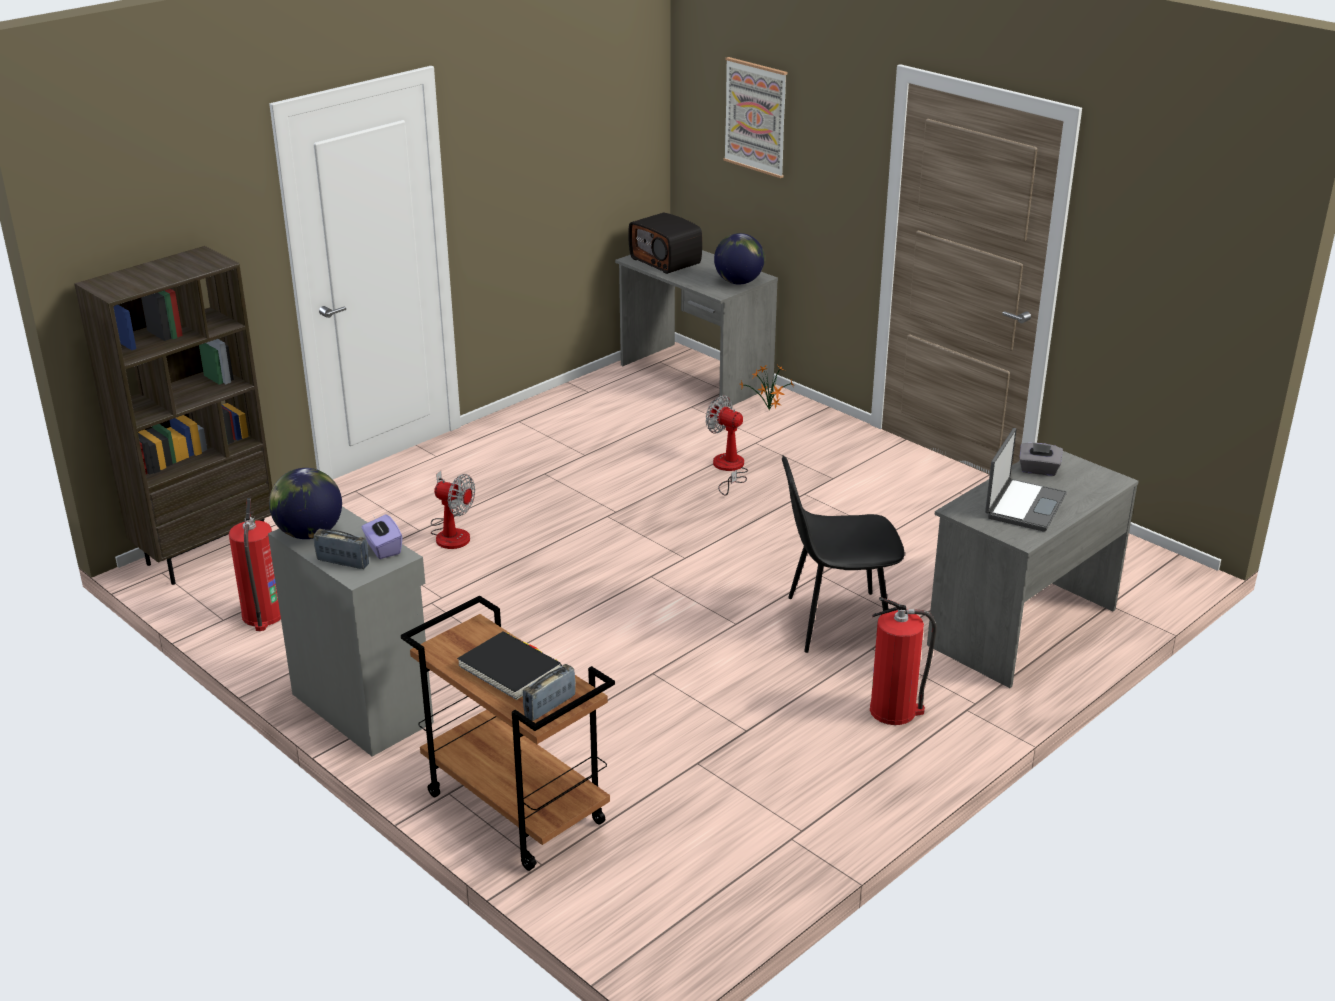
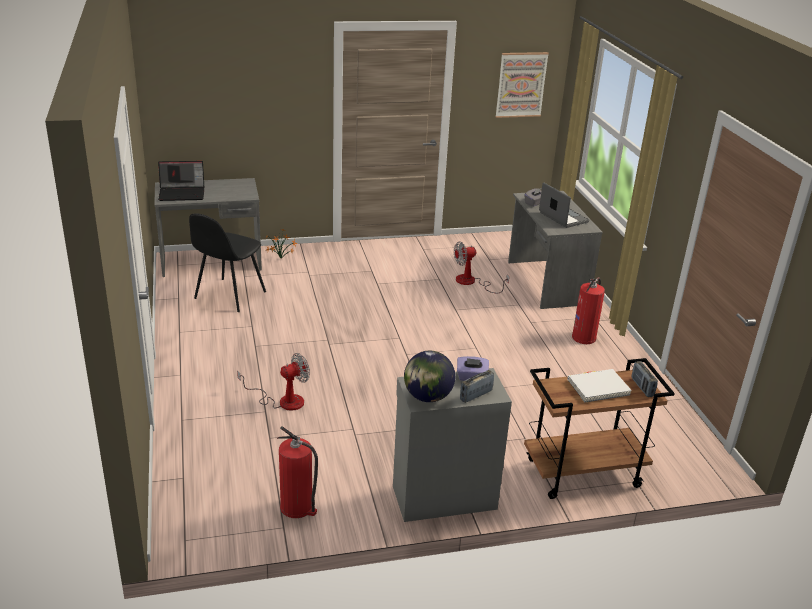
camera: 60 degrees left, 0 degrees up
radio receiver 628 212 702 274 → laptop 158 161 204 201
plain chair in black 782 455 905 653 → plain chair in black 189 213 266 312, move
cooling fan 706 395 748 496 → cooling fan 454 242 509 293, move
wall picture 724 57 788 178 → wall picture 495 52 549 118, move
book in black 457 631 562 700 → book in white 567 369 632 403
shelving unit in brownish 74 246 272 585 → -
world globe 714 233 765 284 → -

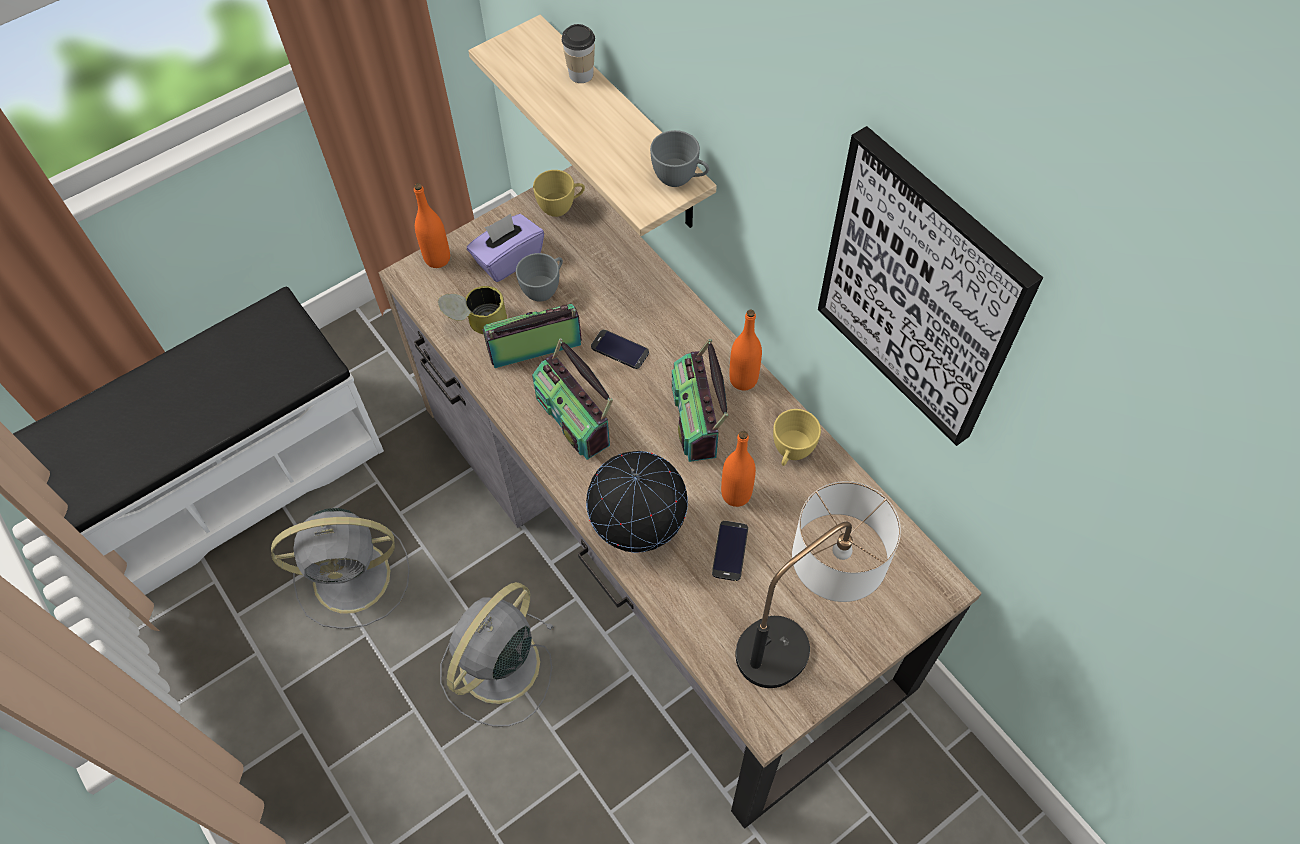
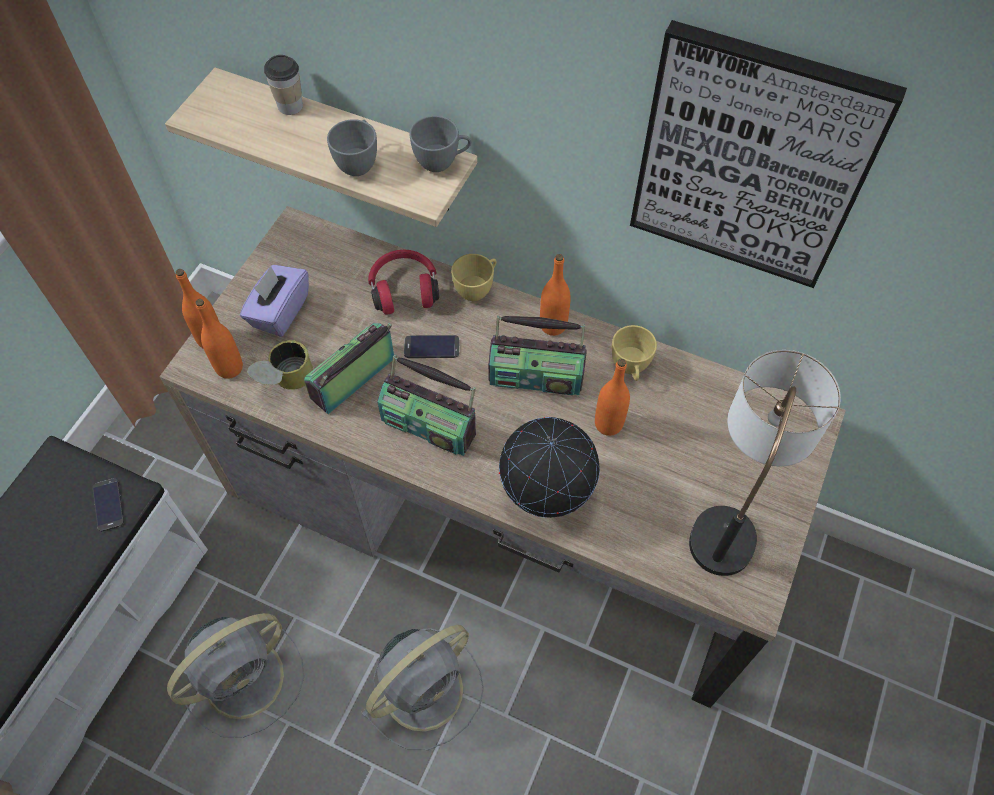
camera: 30 degrees left, 0 degrees up
telephone 712 521 748 581 → telephone 92 478 124 531, move
- → beverage bottle in orange-coloured 196 299 243 379
cup in grey 516 253 563 302 → cup in grey 327 119 377 176, move
cooling fan in grey 440 582 555 727 → cooling fan in grey 361 625 484 750, 135 degrees counterclockwise
- → pair of headphones in red 368 250 439 315
cup in yellow-coloured 533 170 585 217 → cup in yellow-coloured 451 254 496 301, move
radio receiver 672 339 728 462 → radio receiver 488 315 587 395, 45 degrees counterclockwise

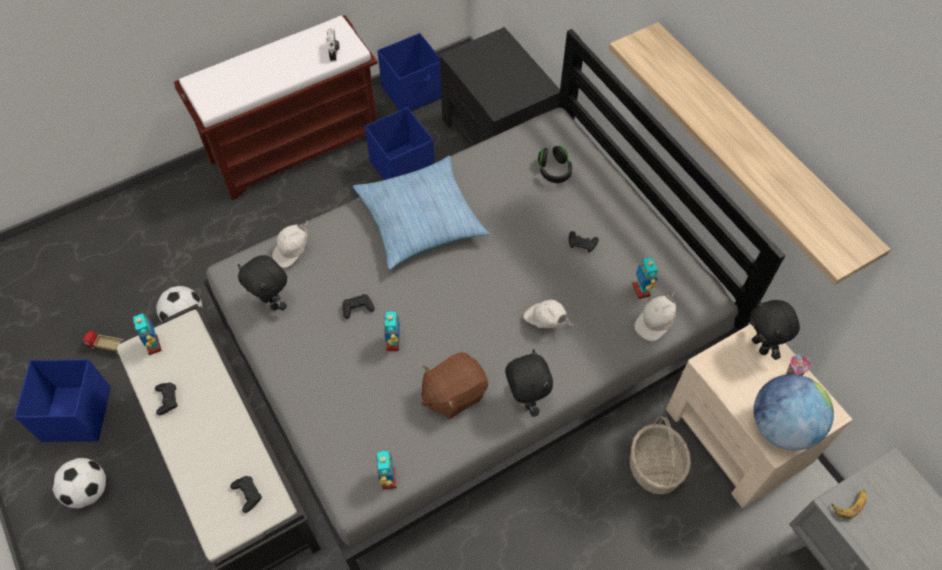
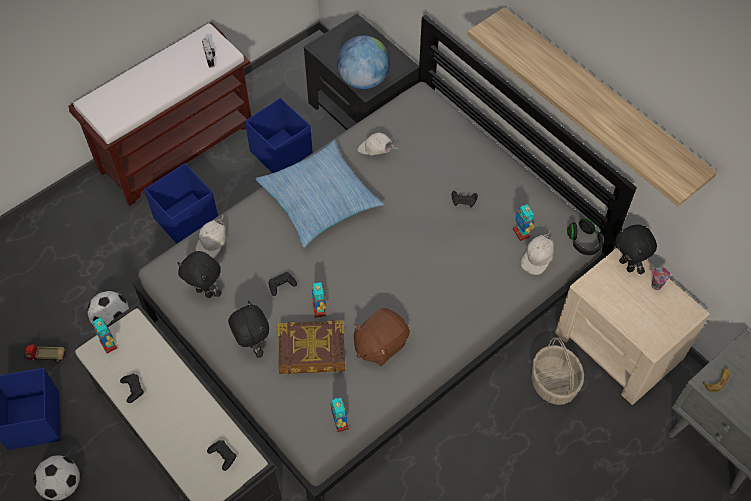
camera: 10 degrees left, 0 degrees up
storage bin in bluish 377 33 441 111 → storage bin in bluish 144 163 218 244, move
cuddly toy in black 505 349 553 417 → cuddly toy in black 228 301 269 358, move
- → book 278 320 345 374
world globe 753 374 834 450 → world globe 337 35 390 89, move
peaked cap in white 523 300 574 328 → peaked cap in white 358 133 398 155, move
pair of headphones in black 538 146 572 183 → pair of headphones in black 567 218 603 255, move

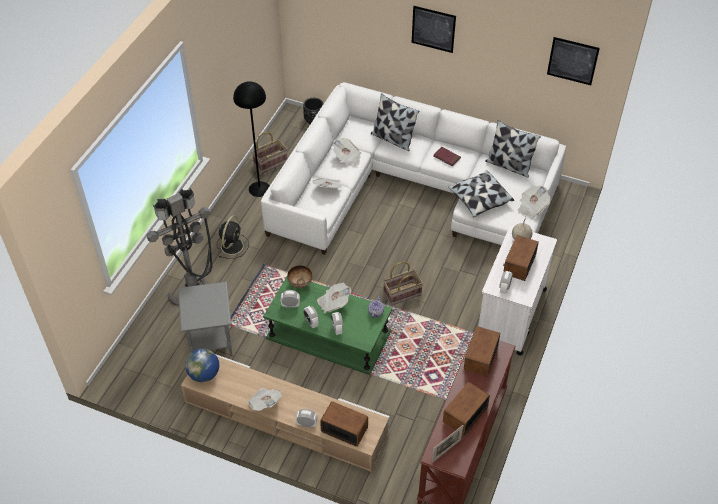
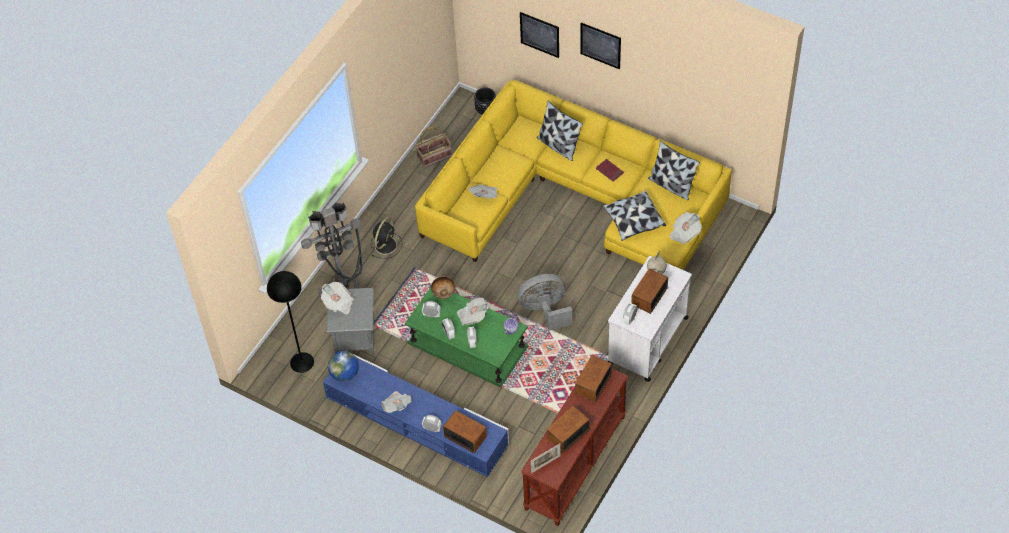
camera: 10 degrees right, 5 degrees up
standing lamp in black 233 81 270 197 → standing lamp in black 267 271 314 373, move
daily paper 333 138 361 166 → daily paper 321 282 354 314, move
media console in sand-coloured 181 354 390 472 → media console in bluish 323 355 509 477
settee in white 261 82 566 255 → settee in yellow-coloured 415 80 732 270
basket 383 262 423 306 → cooling fan in grey 517 274 572 330
wall picture 547 37 600 85 → wall picture 520 12 559 58, move

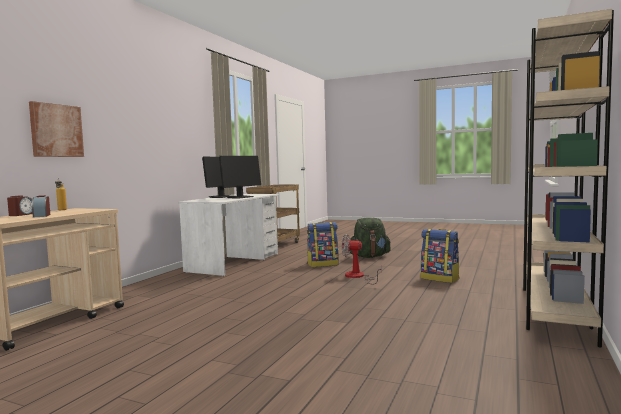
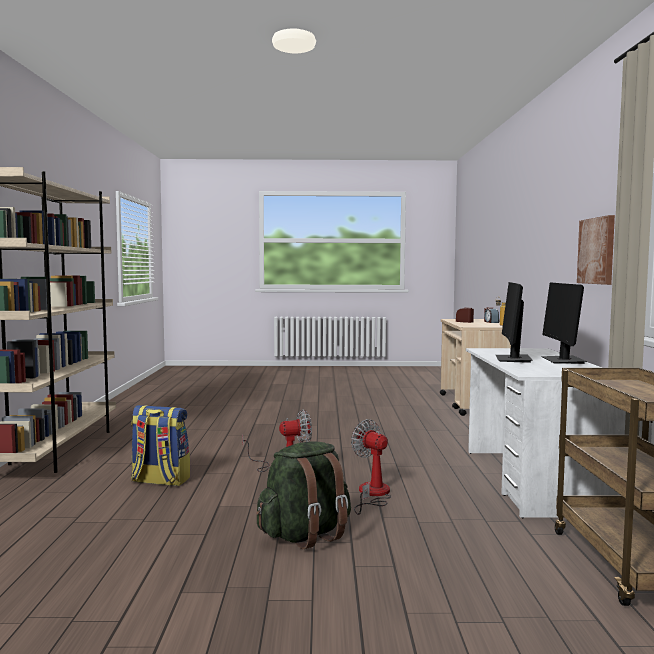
camera: 155 degrees right, 0 degrees up
backpack 307 222 339 267 → cooling fan 351 419 391 515
wall picture 29 101 84 157 → wall picture 577 215 615 285, move

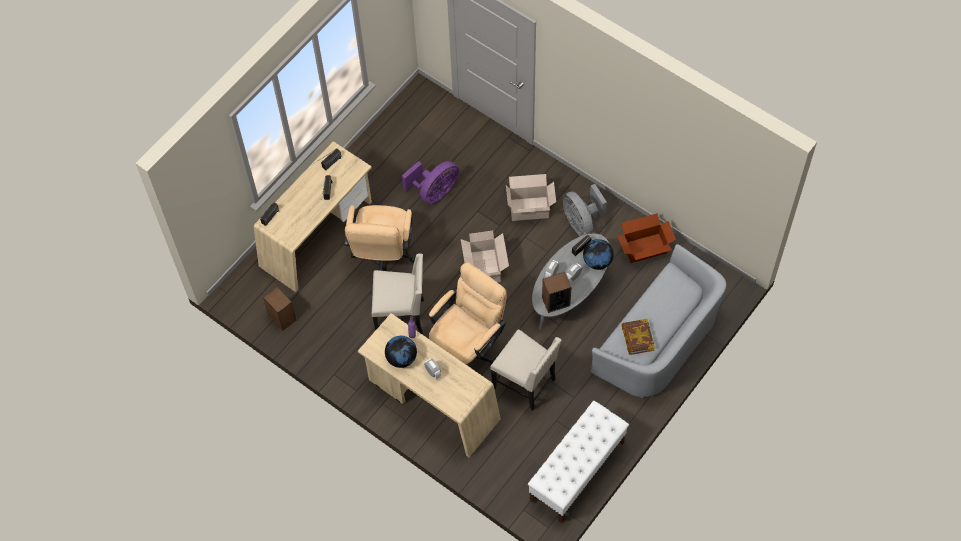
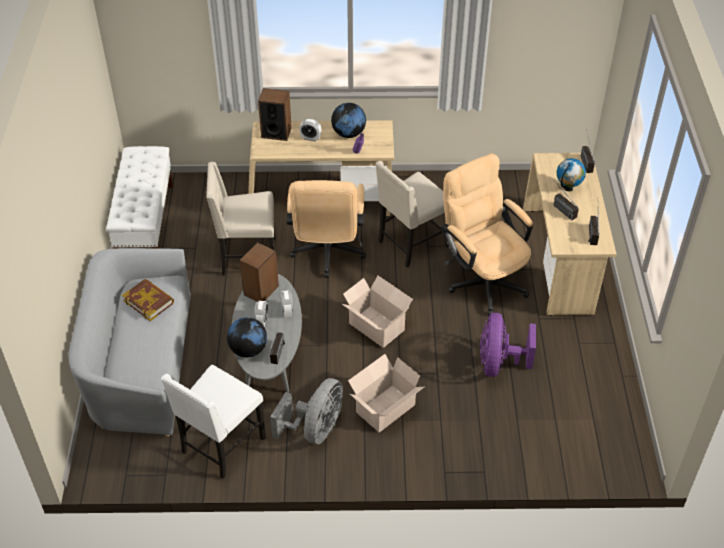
camera: 140 degrees right, 15 degrees down
packing box 617 213 676 263 → plain chair in white 161 365 265 479
speaker 263 287 296 331 → speaker 258 88 292 141, move
cooling fan in grey 563 184 607 236 → cooling fan in grey 270 378 343 444, 90 degrees clockwise
- → world globe 557 158 586 192

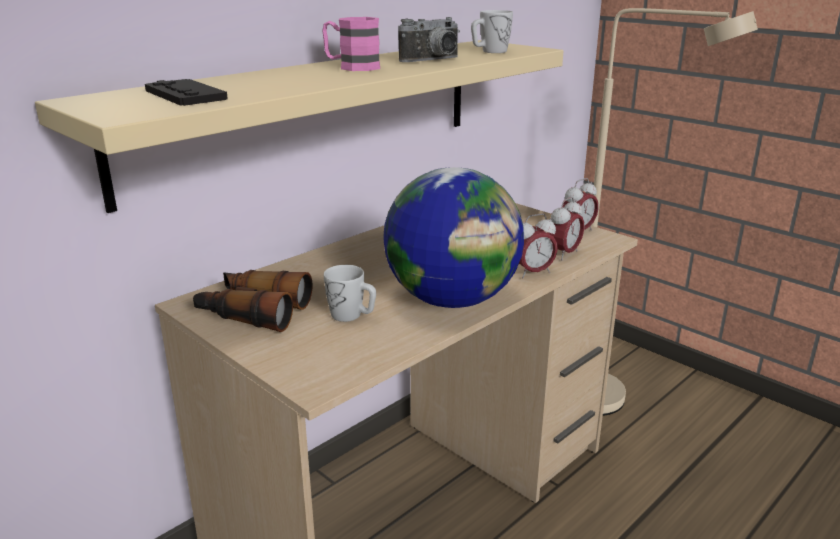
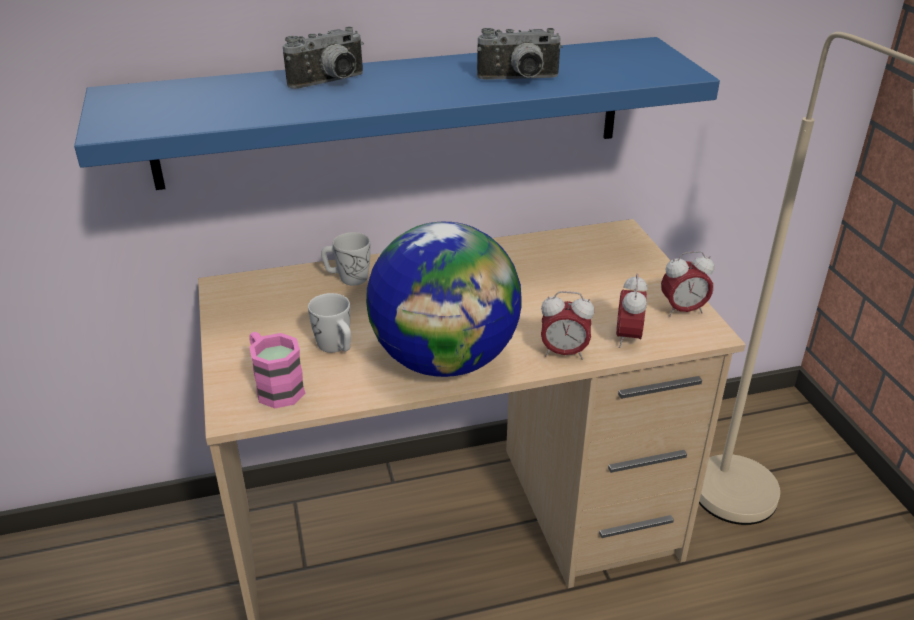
camera: 30 degrees right, 10 degrees up
bracket shelf in sand-coloured 35 40 564 213 → bracket shelf in bluish 74 37 720 190
tea mug in pink 322 17 380 71 → tea mug in pink 249 332 305 409, move
- → still camera 283 26 364 89
tea mug in white 471 10 513 53 → tea mug in white 321 232 370 286, move
bedside clock 547 197 584 260 → bedside clock 616 273 648 348, 120 degrees clockwise
gamepad in black 145 79 228 106 → -
binoculars 193 270 312 332 → -

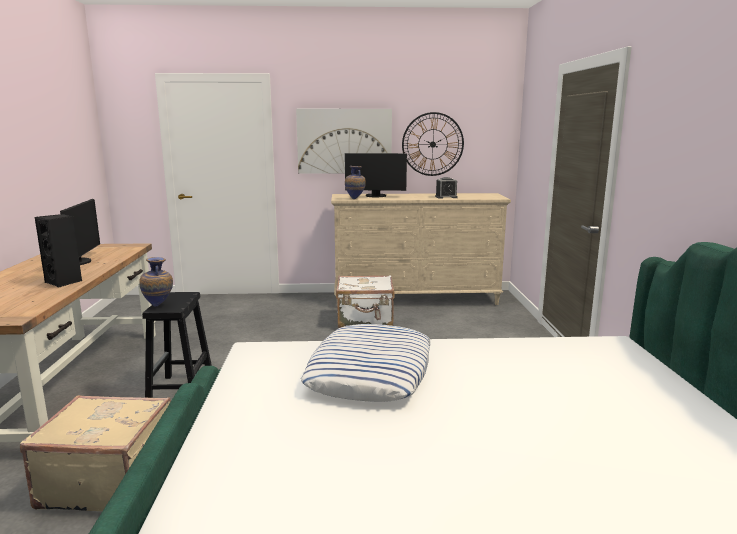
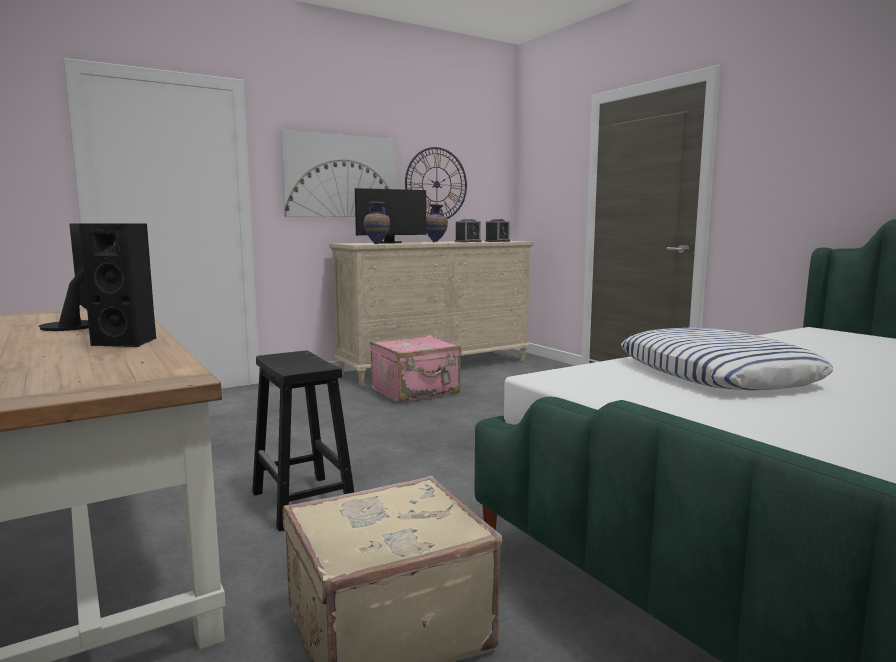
camera: 30 degrees left, 5 degrees down
travel case in white 336 275 395 328 → travel case in pink 370 335 461 403
vase 139 257 173 307 → vase 426 204 448 242, move
- → bedside clock 485 219 510 242

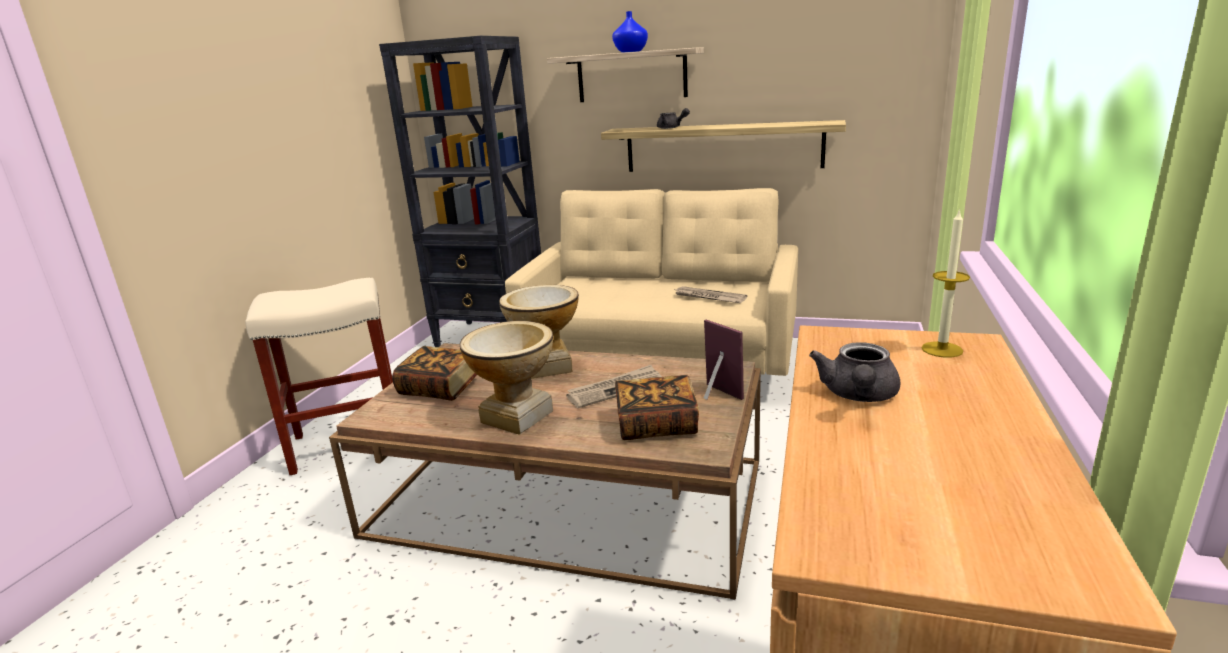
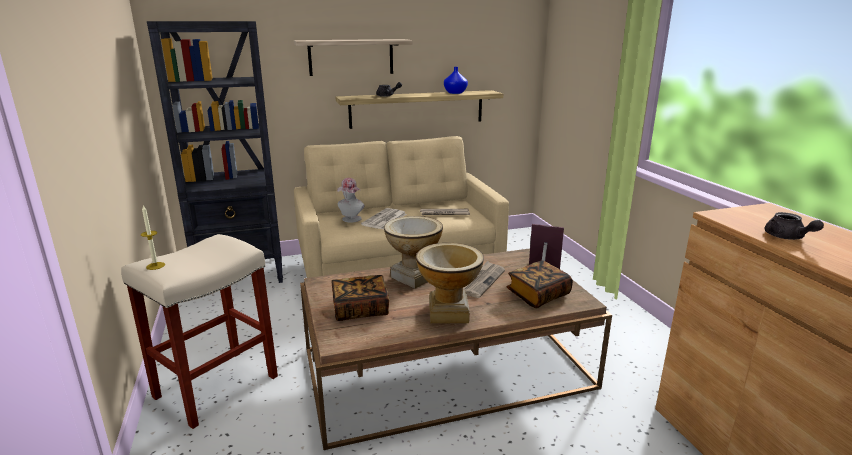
camera: 35 degrees left, 0 degrees up
candle 921 209 970 358 → candle 141 206 165 270, move
- → hat 337 178 365 222
- → daily paper 361 208 407 230
vase in bluish 612 11 648 53 → vase in bluish 444 67 468 94, move

